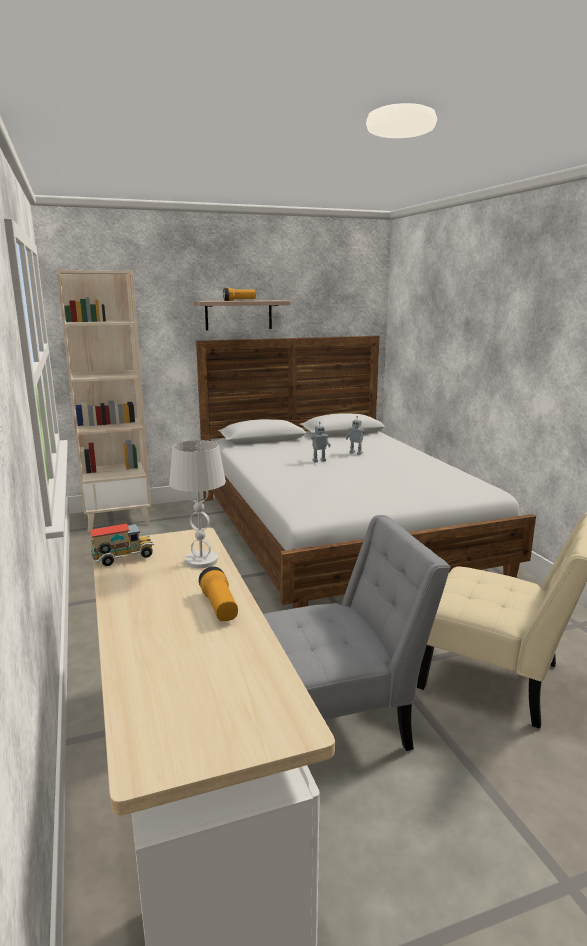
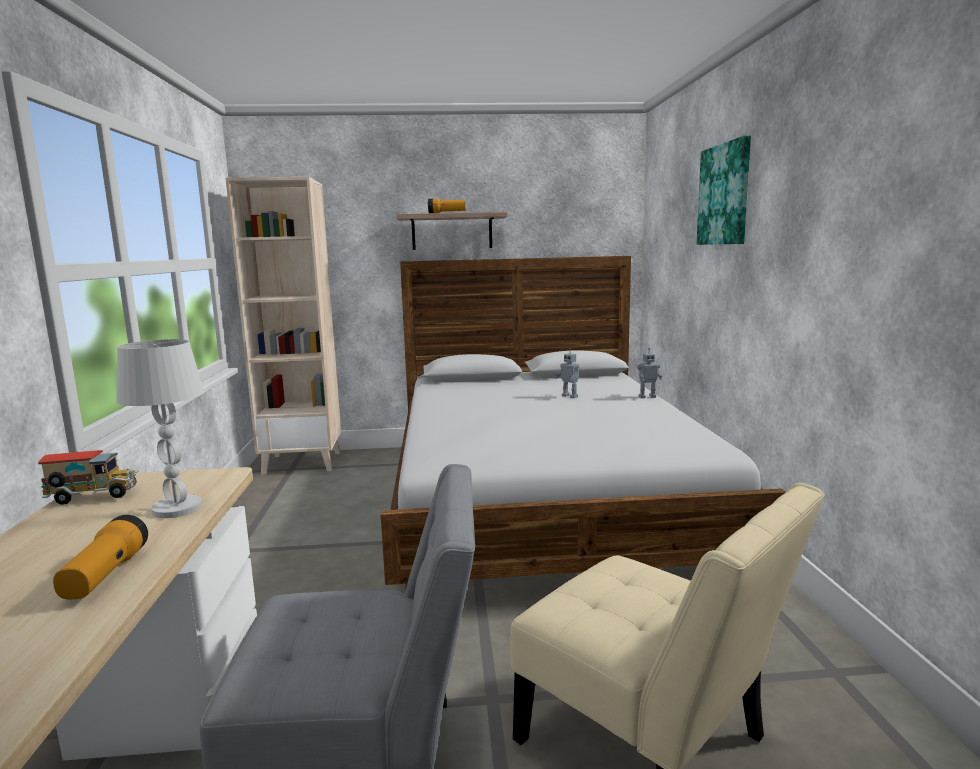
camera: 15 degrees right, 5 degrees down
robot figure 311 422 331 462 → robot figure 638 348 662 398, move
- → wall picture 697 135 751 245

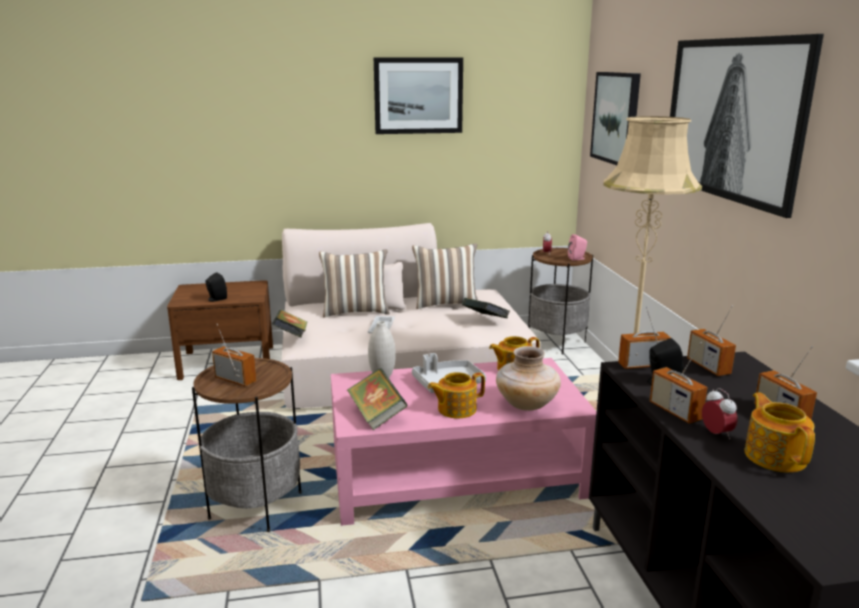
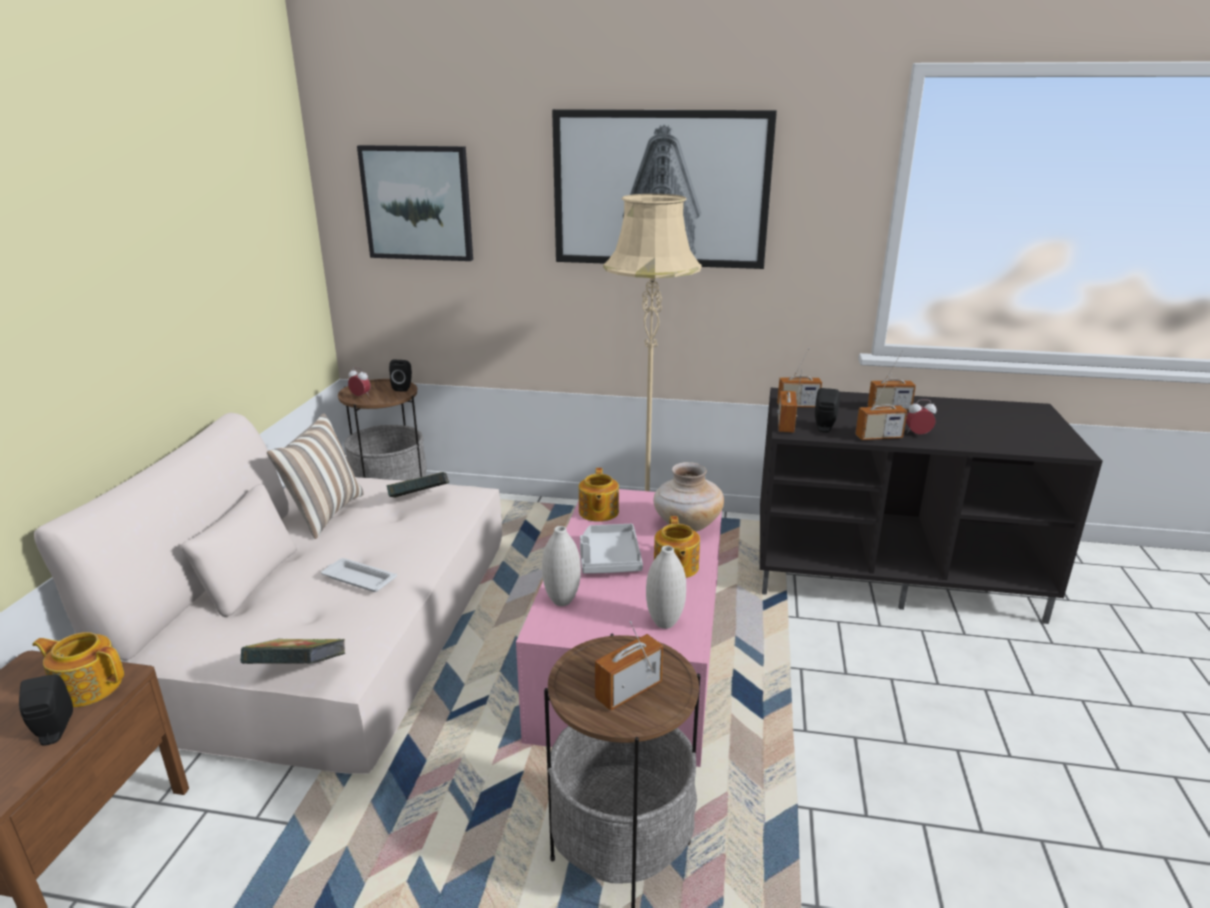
camera: 70 degrees left, 5 degrees up
tea pot 744 393 815 473 → tea pot 33 632 124 708, move
speaker in pink 568 234 587 261 → speaker in black 389 360 412 392
book 347 368 408 430 → vase in white 646 545 686 629
pillow 319 249 390 317 → -
wall picture 374 58 463 134 → -

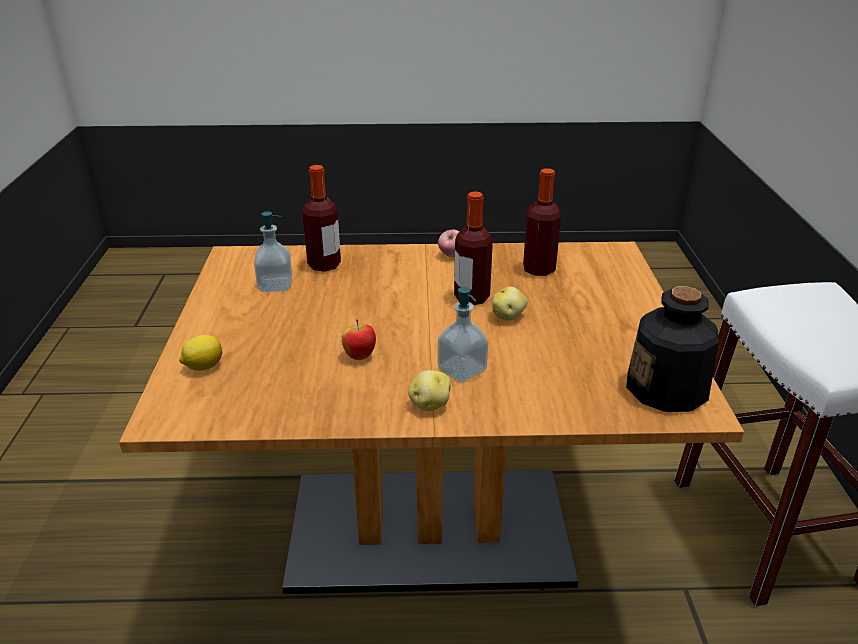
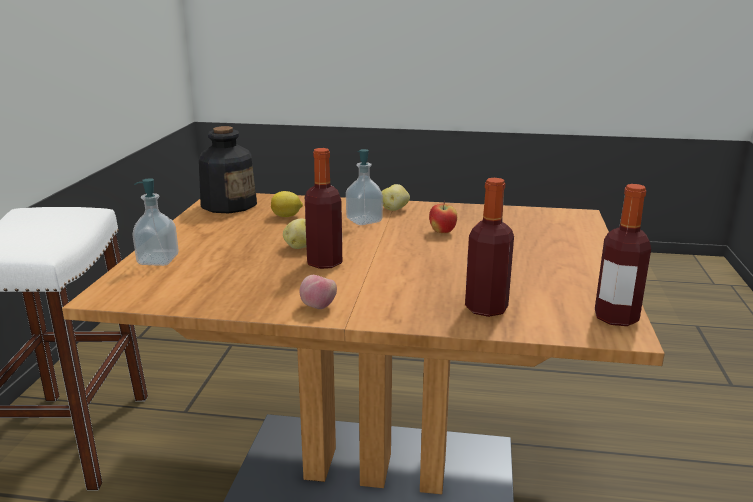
camera: 170 degrees left, 10 degrees down
soap bottle 254 211 292 292 → soap bottle 132 178 179 266, move
lemon 179 335 222 371 → lemon 271 191 303 217, move
beverage bottle 523 168 561 276 → beverage bottle 595 184 651 326, move

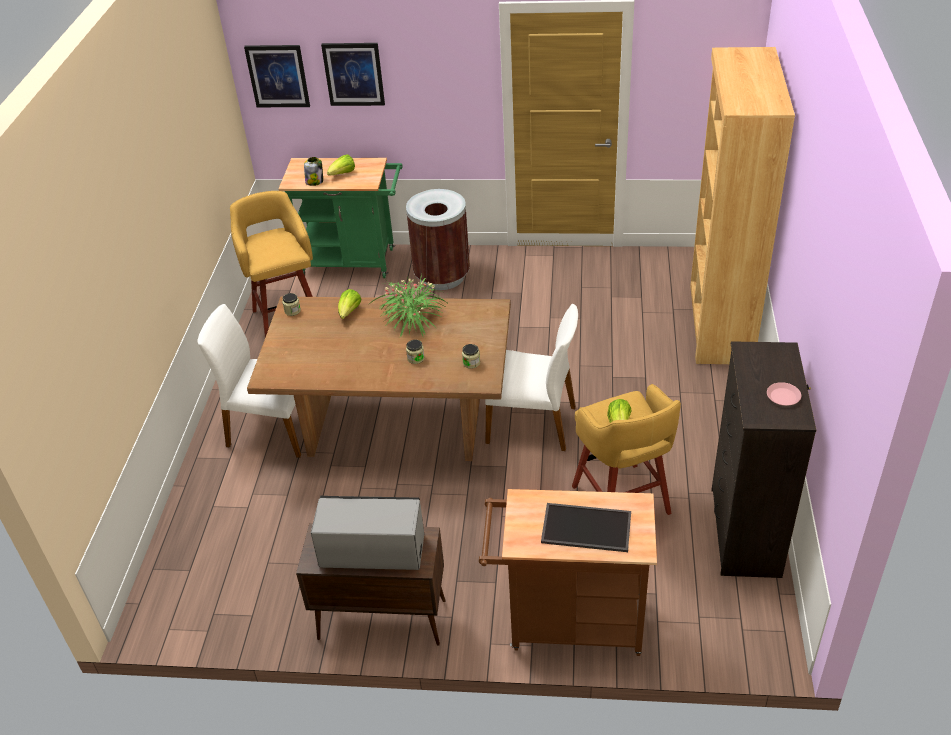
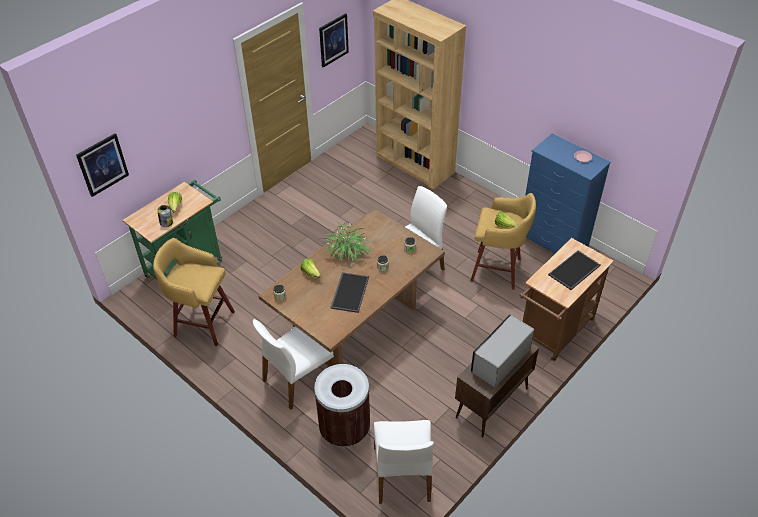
camera: 55 degrees left, 5 degrees up
rubbish bin in brownish 406 189 470 290 → rubbish bin in brownish 314 364 370 447, move
wall picture 321 43 385 106 → wall picture 319 13 349 68, move
- → serving tray 330 272 369 313
- → plain chair in white 374 420 434 504
chest of drawers in black 712 341 816 578 → chest of drawers in bluish 525 134 611 254

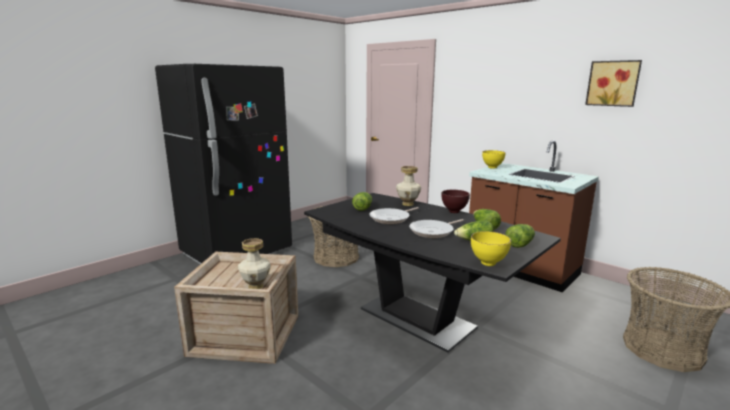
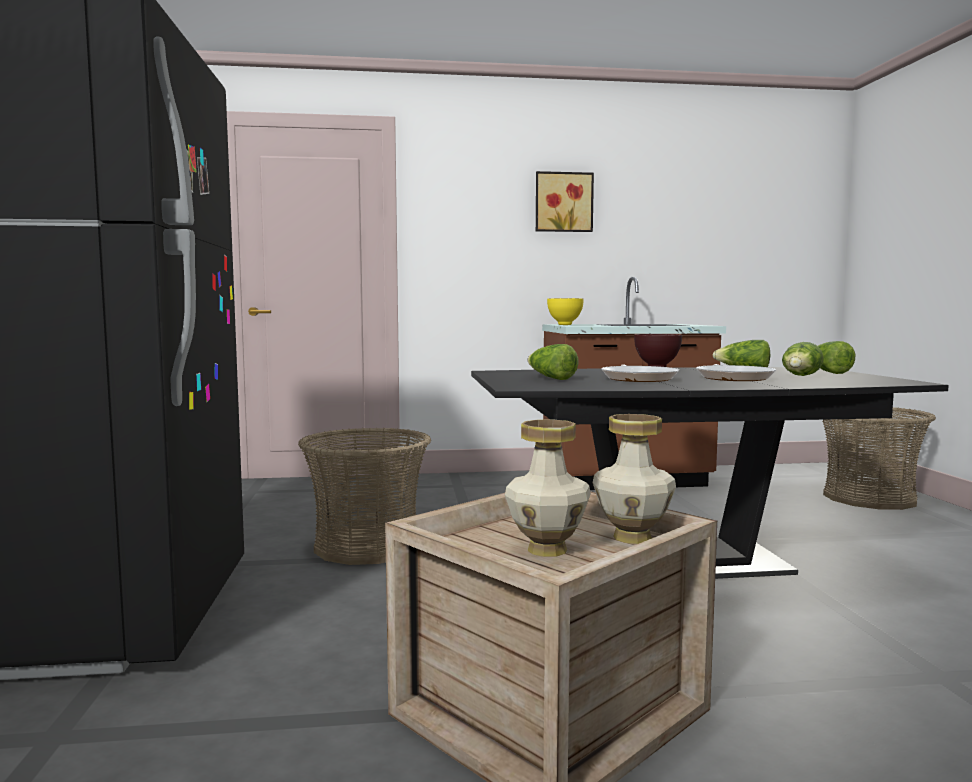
camera: 50 degrees left, 10 degrees down
vase 396 166 421 206 → vase 505 419 591 557, move
wall picture 585 60 642 107 → wall picture 536 171 594 232, move
serving bowl in yellow-coloured 471 231 511 266 → -

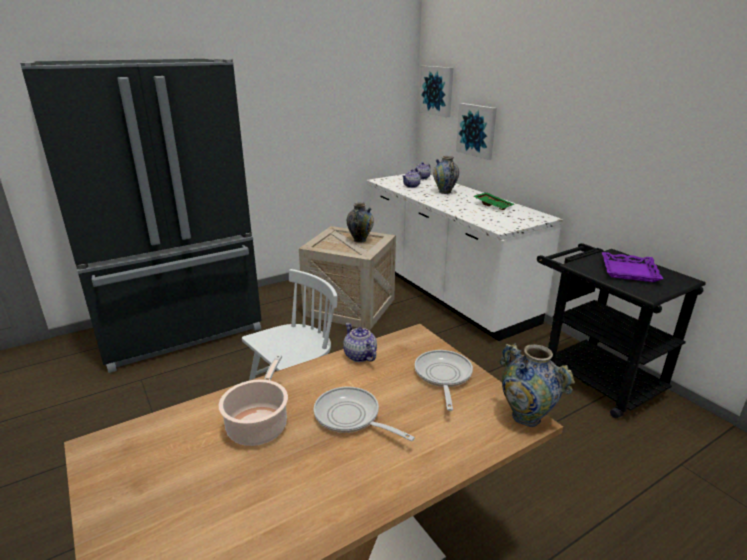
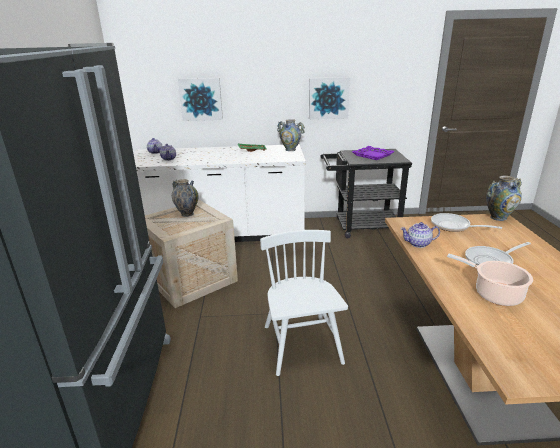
camera: 60 degrees left, 0 degrees up
vase 433 156 459 194 → vase 277 119 305 151, move
wall picture 420 66 453 117 → wall picture 309 77 350 120, move

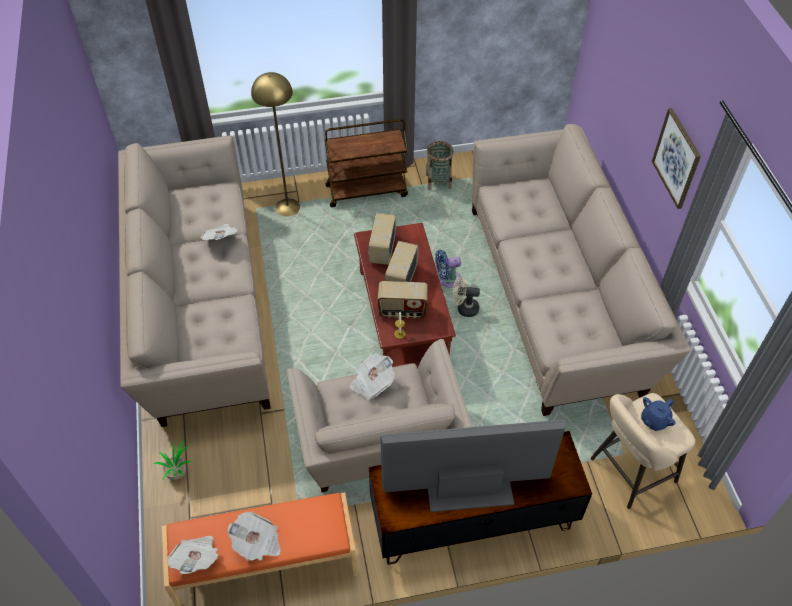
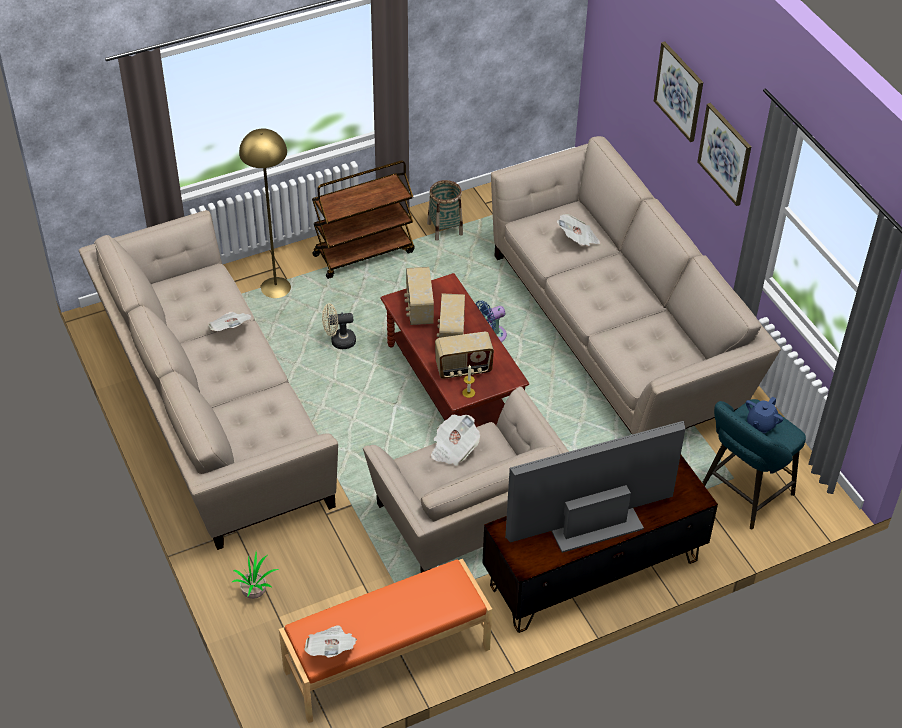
camera: 15 degrees left, 5 degrees down
cooling fan in sand-coloured 452 276 480 317 → cooling fan in sand-coloured 322 303 356 349, move
daily paper 228 511 281 561 → daily paper 557 214 601 246, move
- → wall picture 654 42 703 142
stool in sand-coloured 591 393 695 509 → stool in turquoise-coloured 702 399 806 530

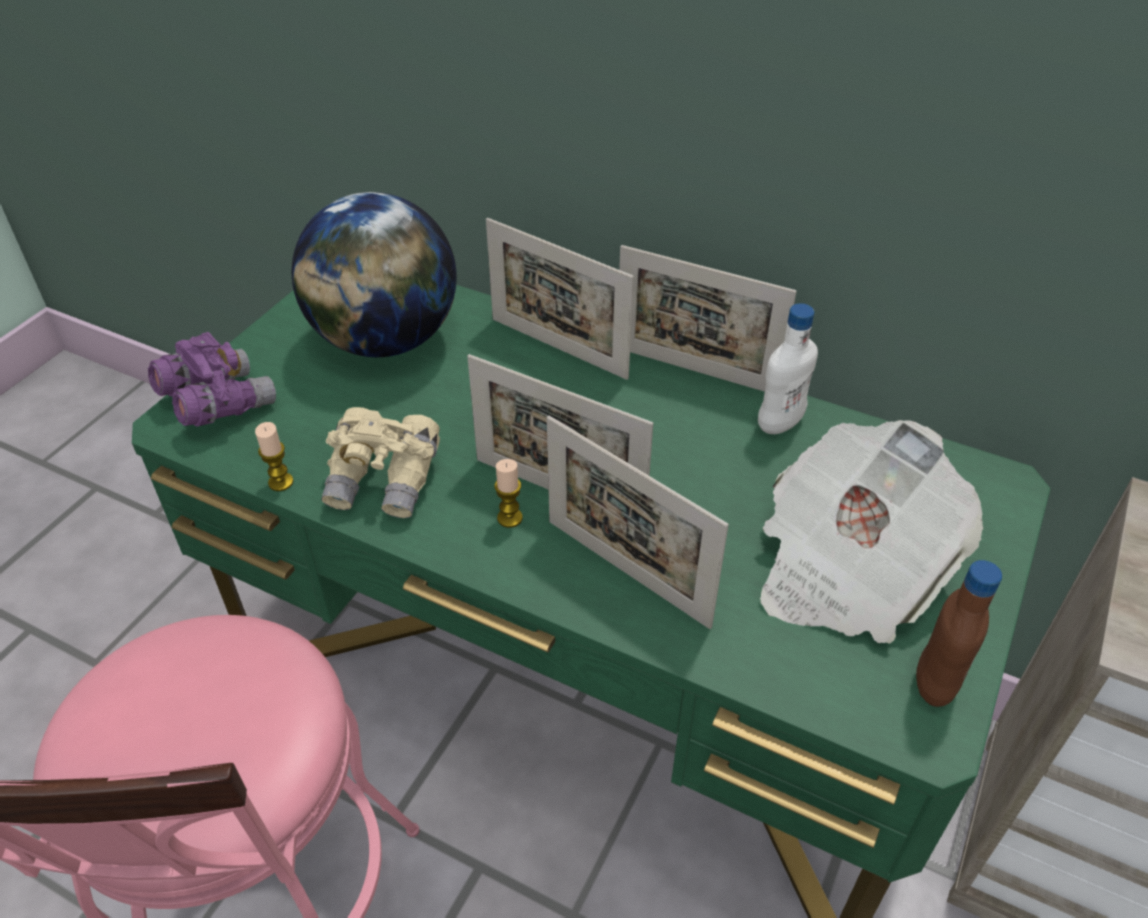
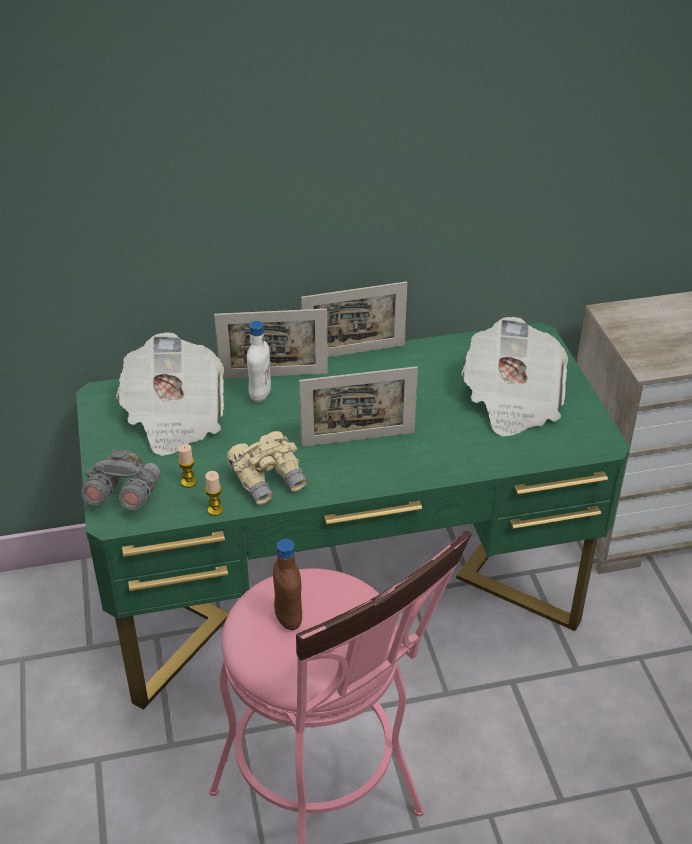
camera: 40 degrees left, 5 degrees down
binoculars in purple-coloured 148 332 276 427 → binoculars in grey 81 449 161 510
world globe 291 192 457 357 → daily paper 116 333 224 456
candle 494 459 523 528 → candle 178 444 197 488, move
beverage bottle in white 758 303 818 435 → beverage bottle in white 247 321 271 402, move
beverage bottle in brownish 916 560 1002 707 → beverage bottle in brownish 273 539 302 630, move
photo frame 547 416 729 629 → -

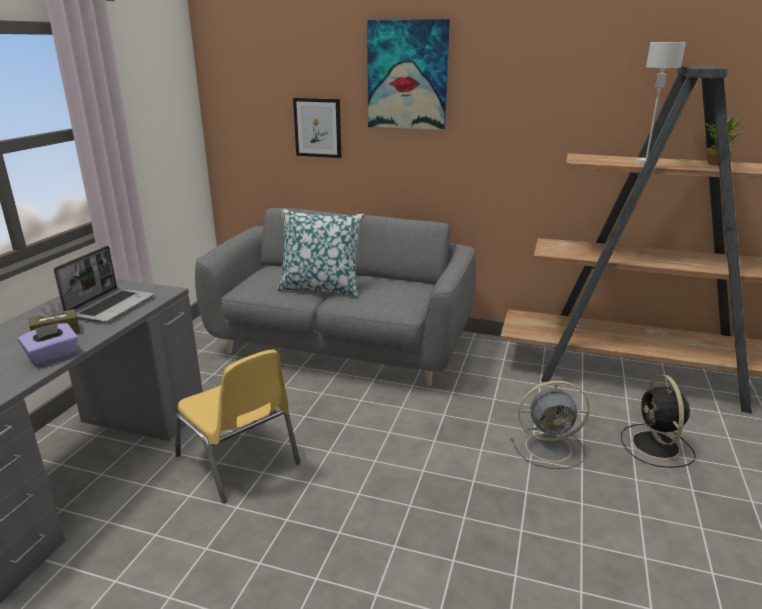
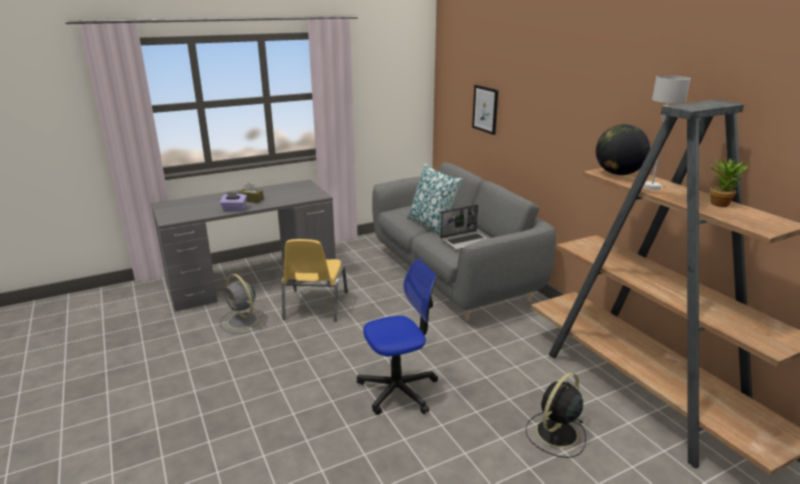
camera: 45 degrees right, 0 degrees up
cooling fan in grey 511 381 590 469 → cooling fan in grey 220 274 268 334, move
- → computer chair 357 259 438 415
laptop 54 246 155 323 → laptop 440 205 489 250, move
- → world globe 596 124 650 175
wall picture 367 19 450 130 → -

